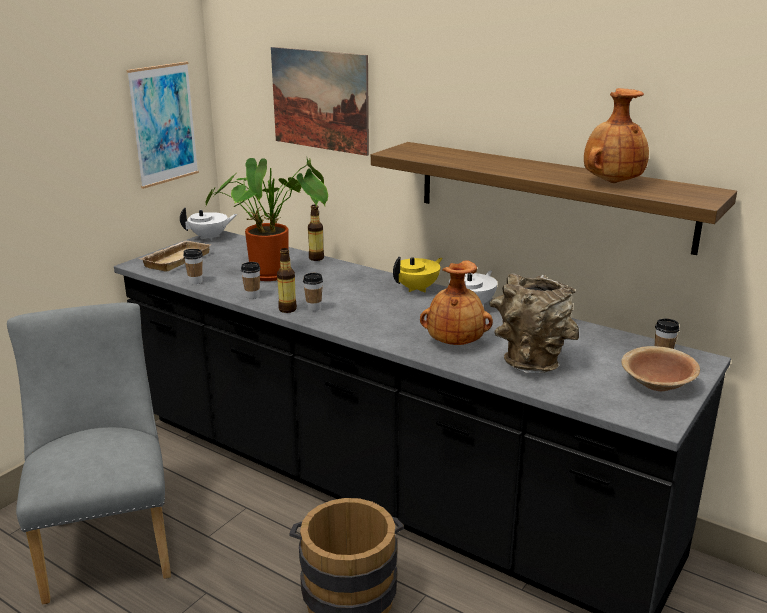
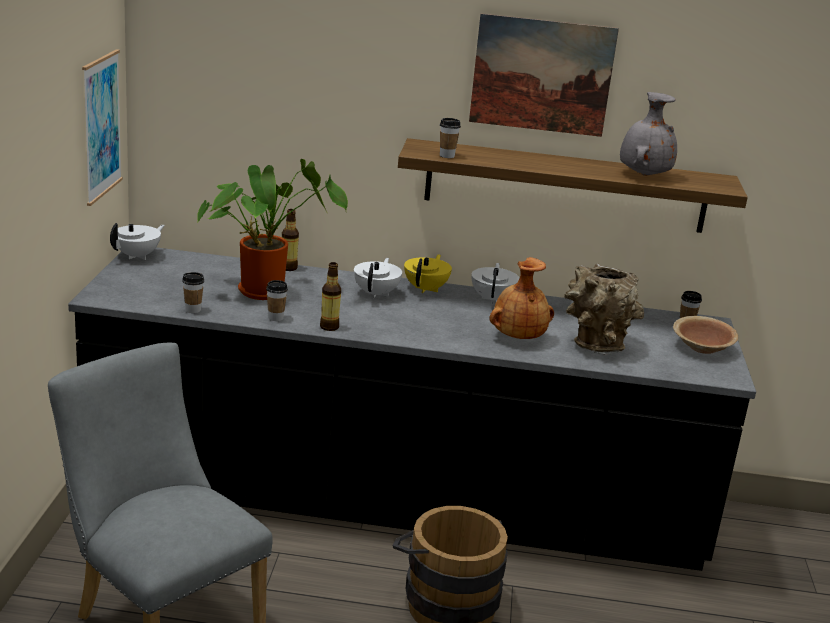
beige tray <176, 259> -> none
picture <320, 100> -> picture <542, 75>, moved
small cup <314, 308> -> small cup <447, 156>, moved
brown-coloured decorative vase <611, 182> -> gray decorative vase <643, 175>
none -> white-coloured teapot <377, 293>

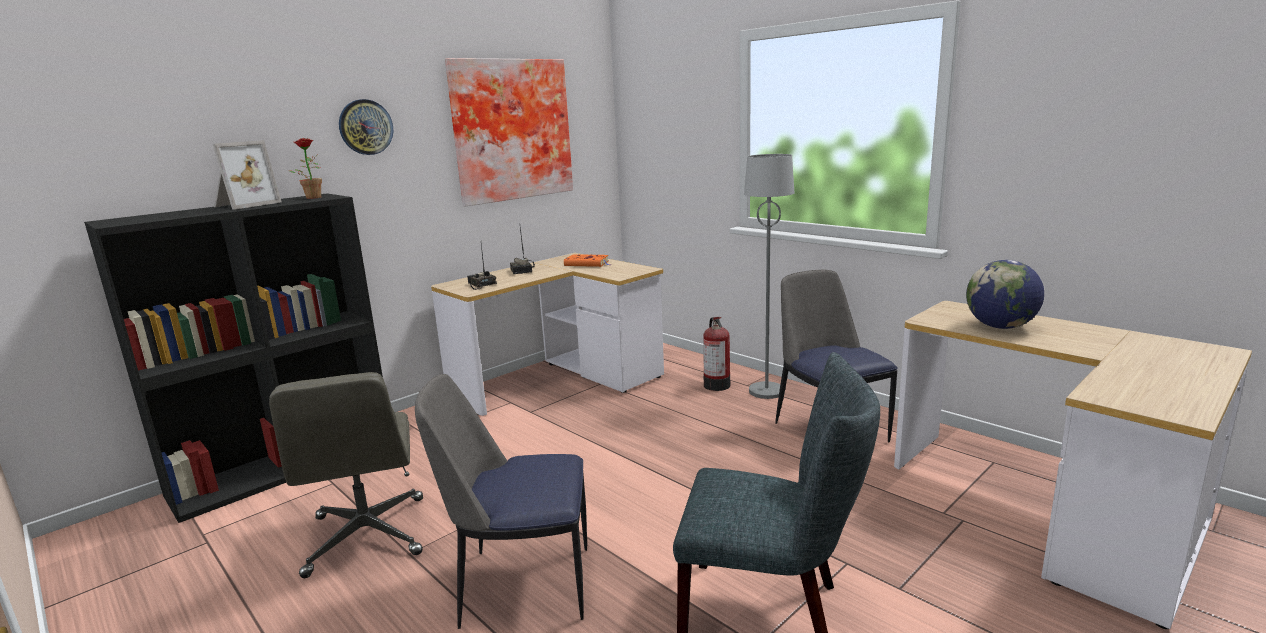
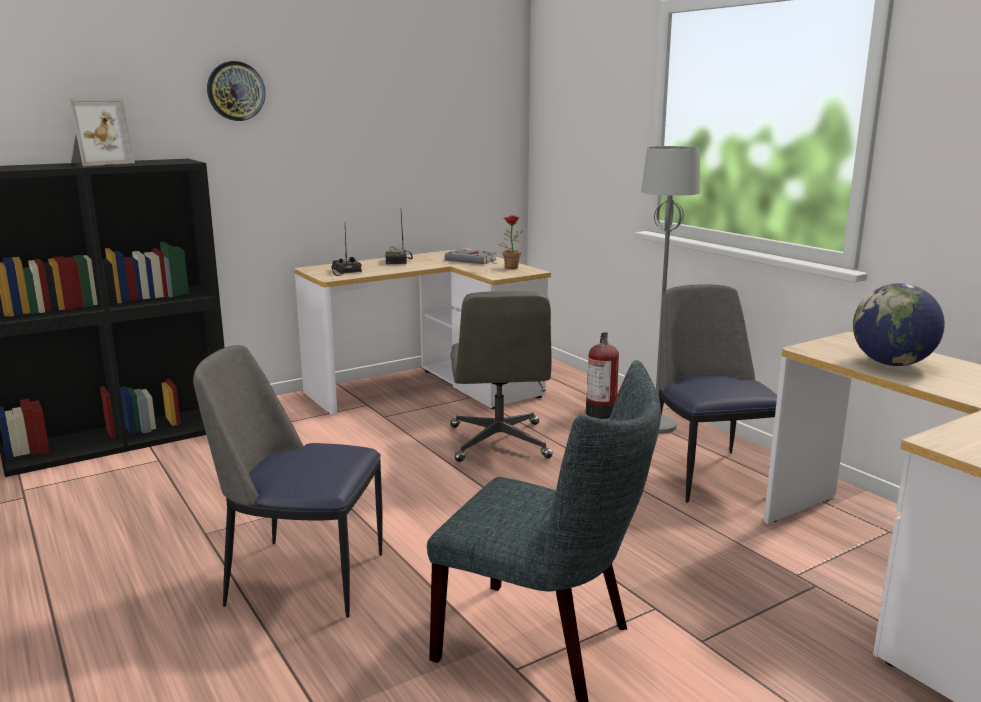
gray desk chair <367, 536> -> gray desk chair <499, 442>, moved
plant in a pot <312, 197> -> plant in a pot <510, 267>, moved
picture <510, 130> -> none
orange bound book <588, 264> -> gray bound book <472, 260>

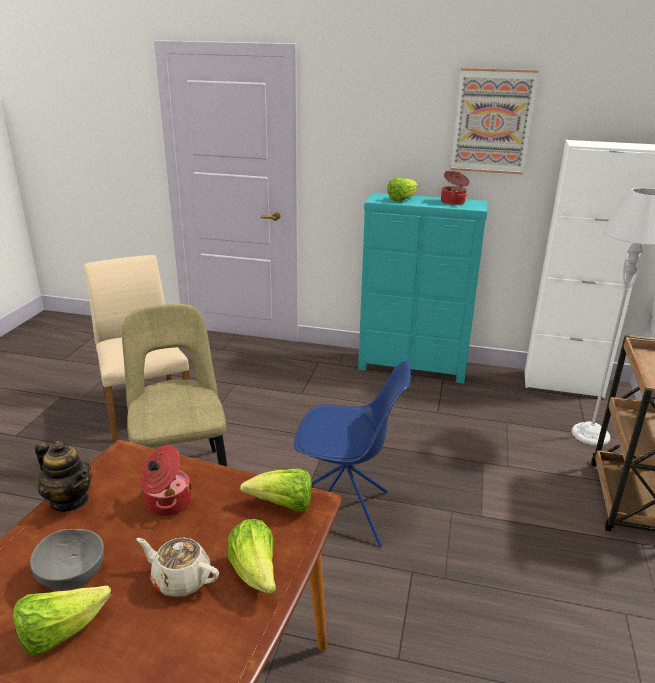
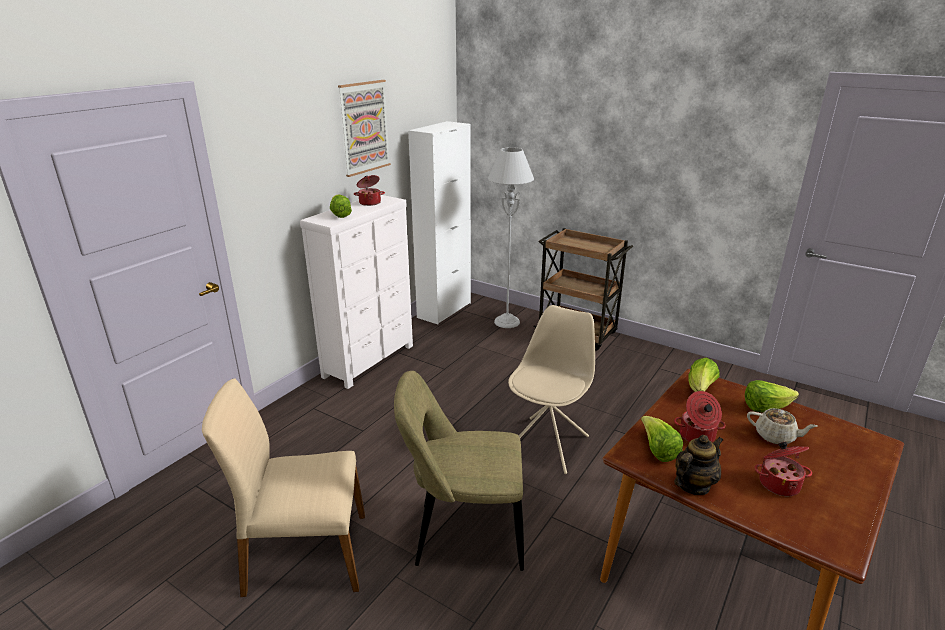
lettuce <61, 632> -> lettuce <658, 450>, moved
gray bowl <73, 574> -> saucepot <778, 483>
beige teapot <180, 579> -> beige teapot <775, 436>, 105 degrees counterclockwise
bluish chair <346, 514> -> beige chair <548, 444>
turquoise drawer chest <413, 368> -> white-coloured drawer chest <370, 361>

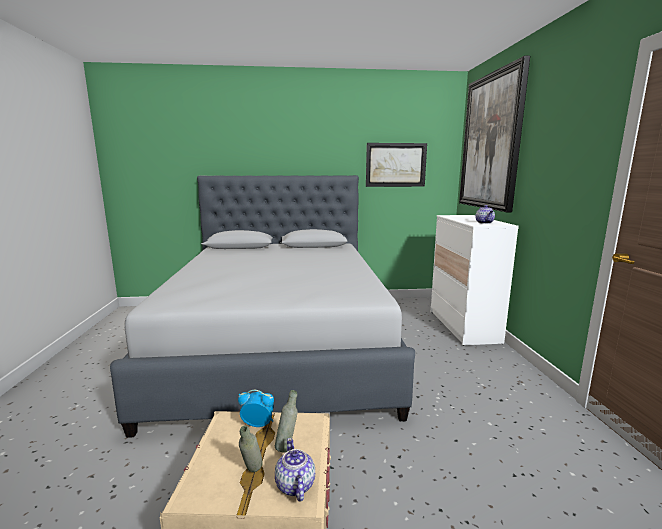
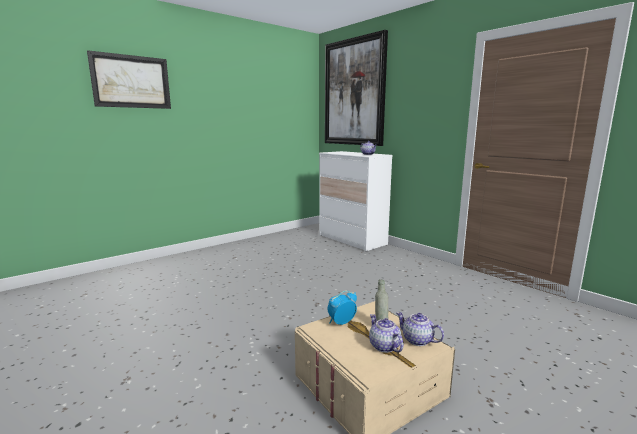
gray bedroom bed <279, 345> -> none
gray drink bottle <252, 473> -> teapot <384, 346>
picture <395, 165> -> picture <131, 82>, moved

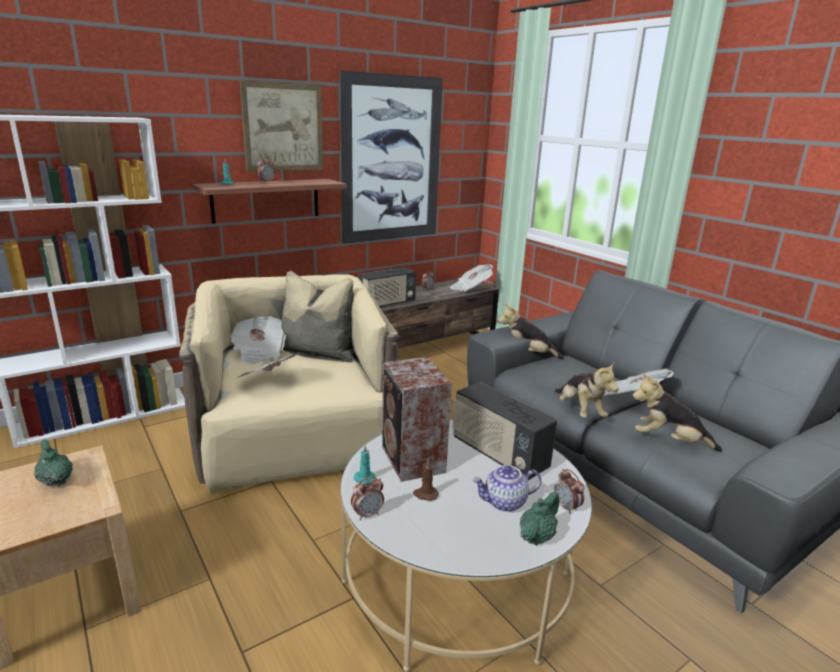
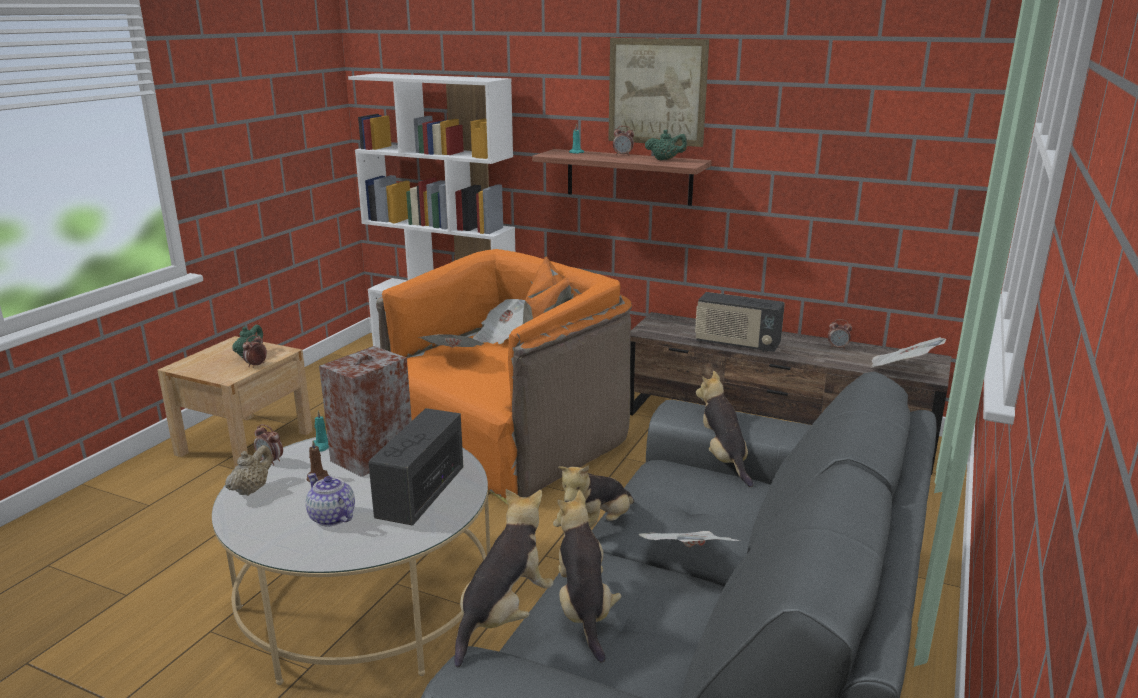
beige easy chair <296, 437> -> orange easy chair <507, 439>
picture <391, 160> -> none
green teapot <537, 537> -> green teapot <665, 160>, moved
bedside clock <566, 507> -> bedside clock <256, 365>, moved
none -> beige teapot <251, 489>
none -> soft toy <504, 615>

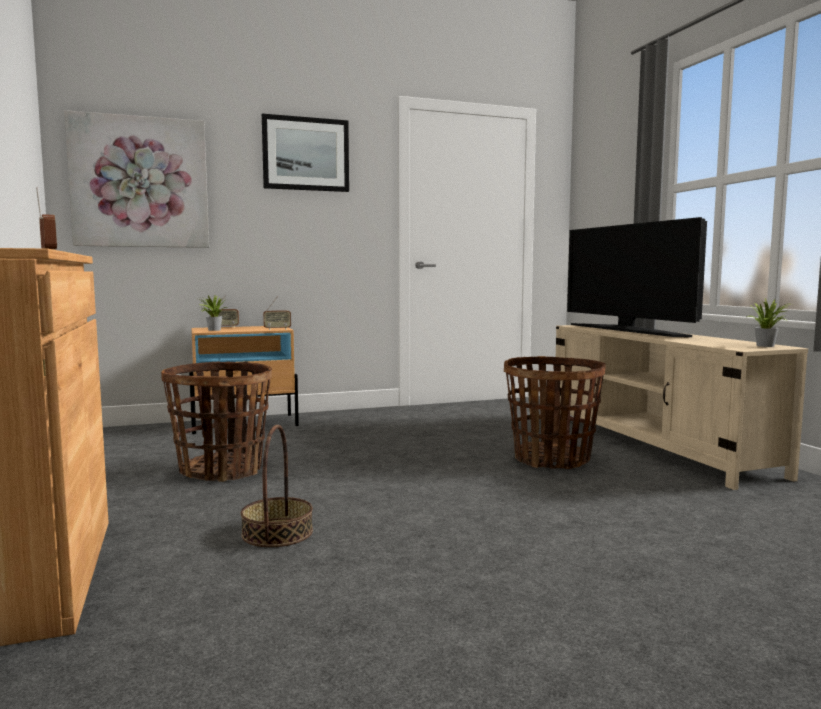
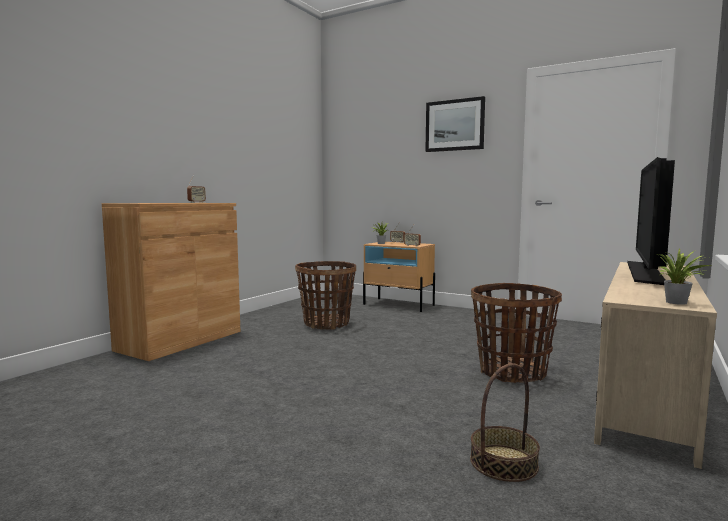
picture <140, 182> -> none
basket <277, 532> -> basket <503, 462>, moved

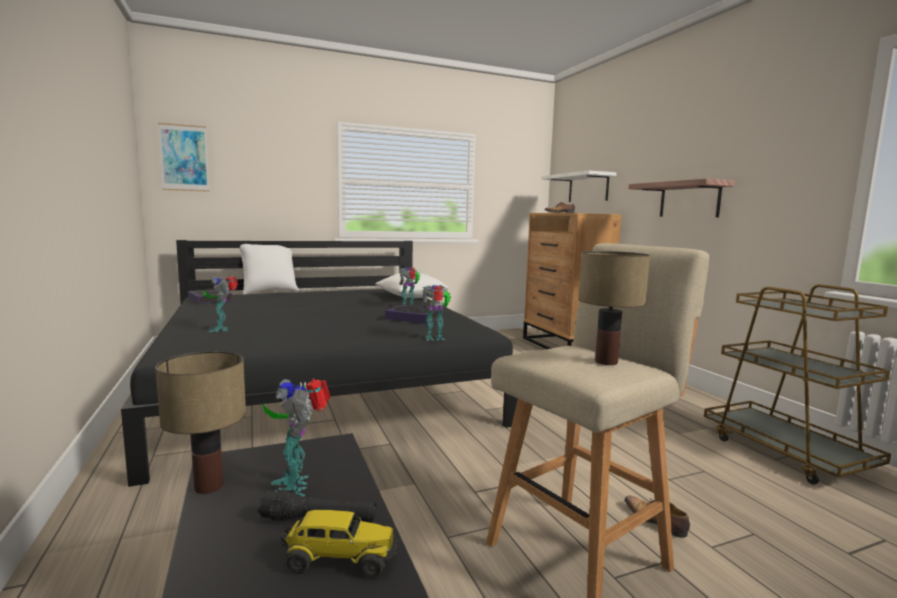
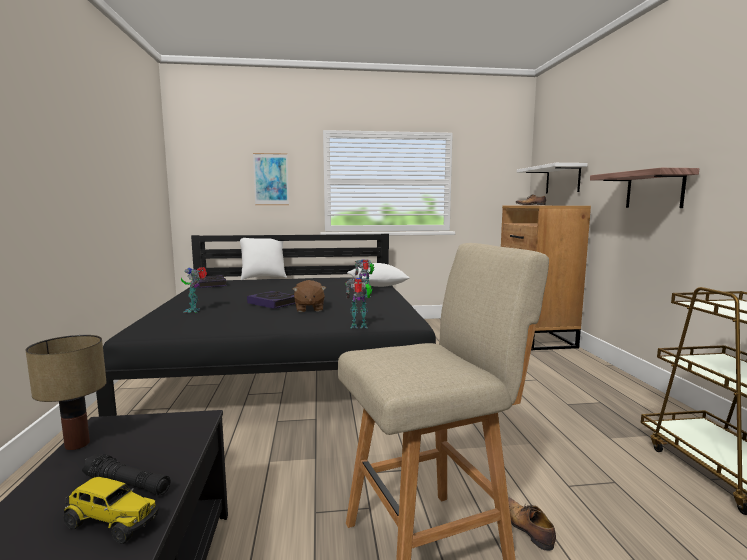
picture <184, 158> -> picture <271, 179>, moved
toy robot <295, 485> -> none
bound book <414, 318> -> bound book <273, 303>, moved
tabletop lamp <605, 362> -> none
none -> brown-coloured soft toy <309, 309>

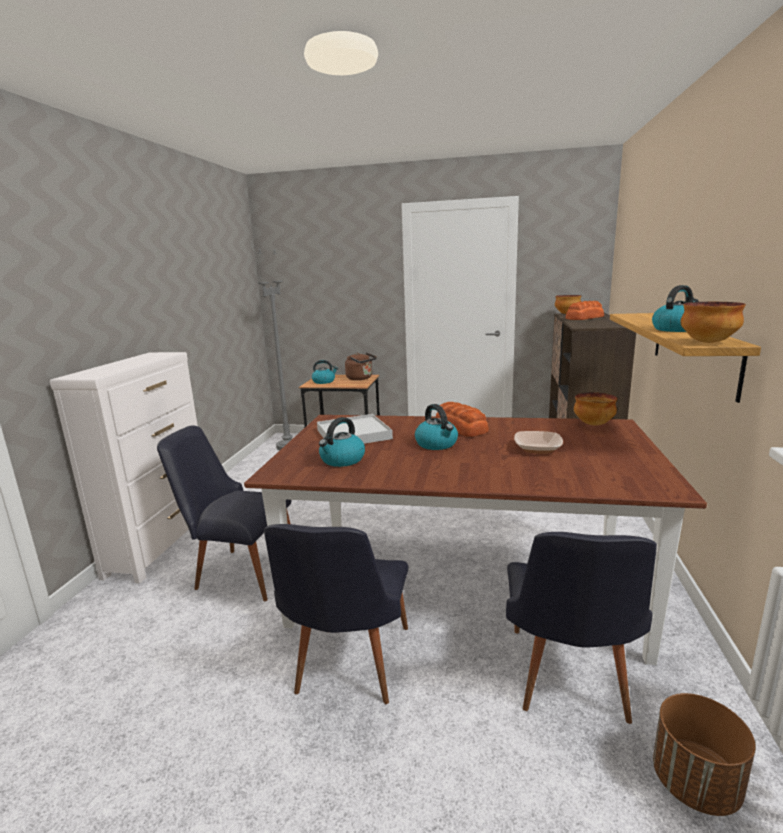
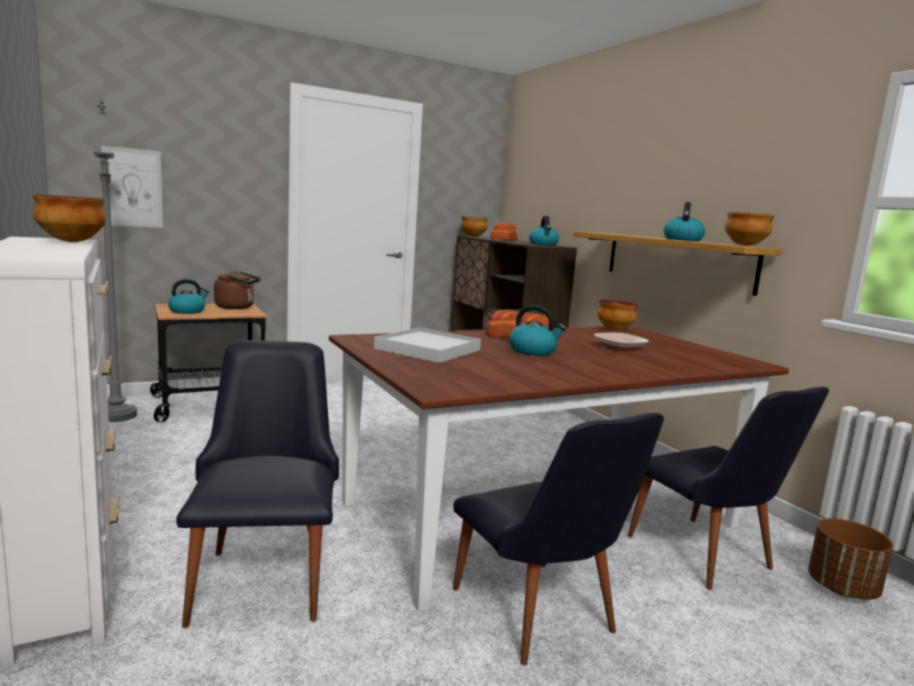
black-coloured chair <239, 571> -> black-coloured chair <265, 574>, 105 degrees clockwise
kettle <342, 460> -> kettle <543, 244>, moved
none -> bowl <72, 242>
none -> picture <132, 187>

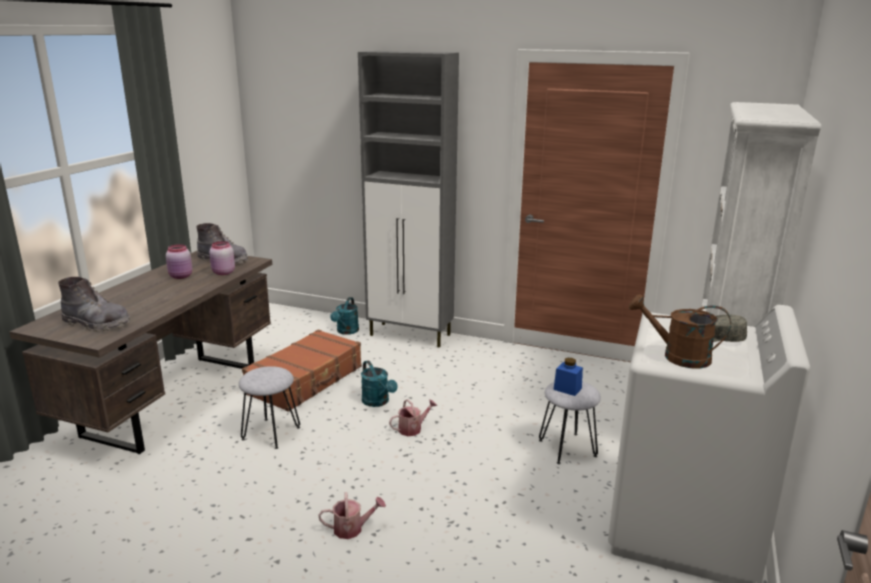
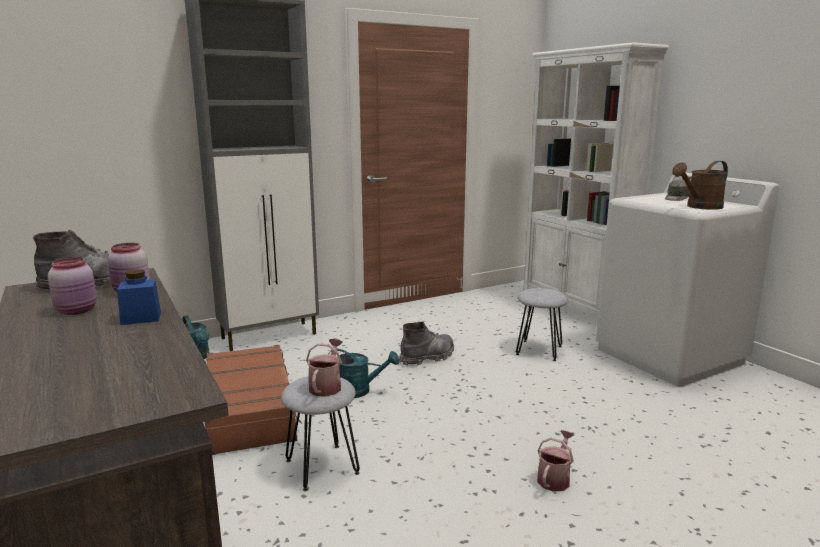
gray high-top boot <96, 324> -> gray high-top boot <428, 357>, moved
sprinkling can <413, 428> -> sprinkling can <326, 386>, moved
bluish storage jar <567, 389> -> bluish storage jar <141, 318>, moved

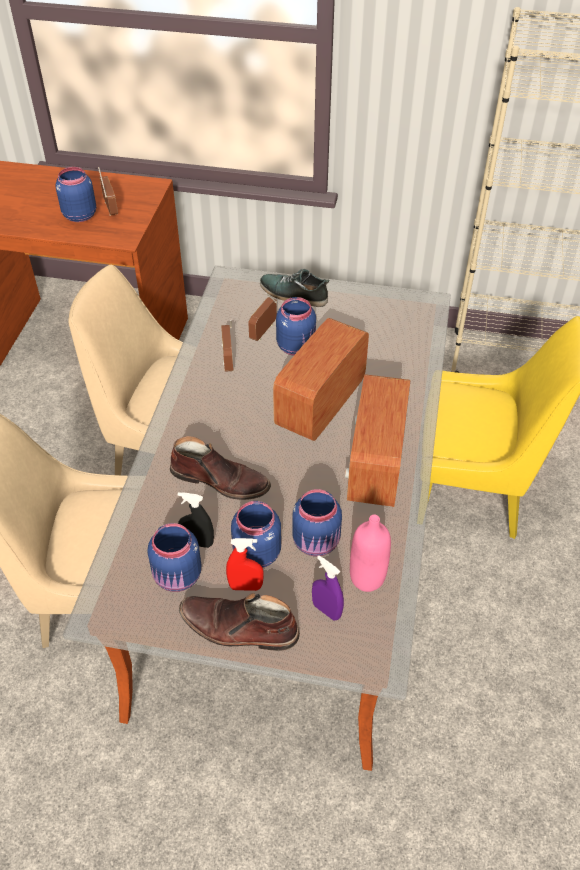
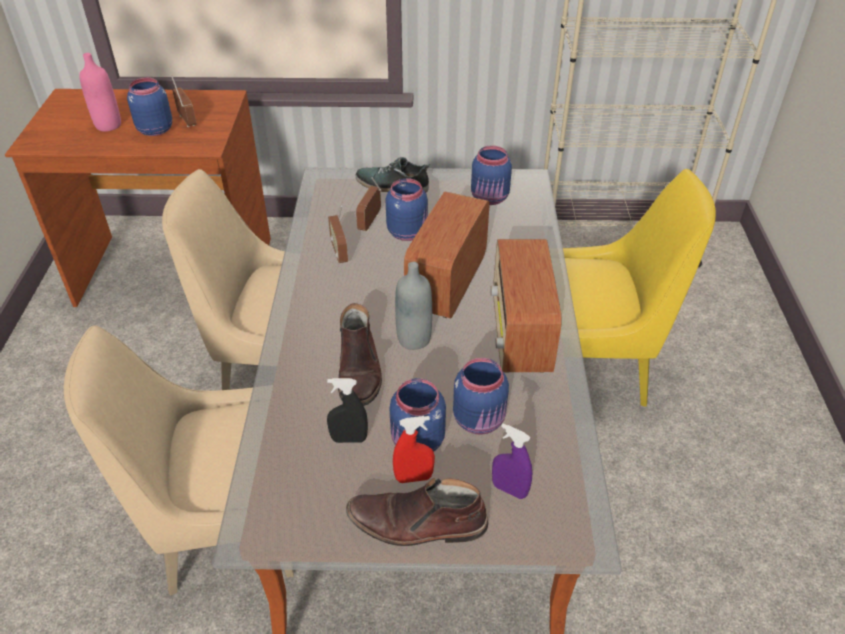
bluish storage jar <178, 577> -> bluish storage jar <490, 198>, moved
brown-coloured high-top boot <221, 480> -> brown-coloured high-top boot <359, 370>, 75 degrees clockwise
pink drink bottle <367, 578> -> pink drink bottle <108, 125>, moved
none -> gray drink bottle <414, 339>

